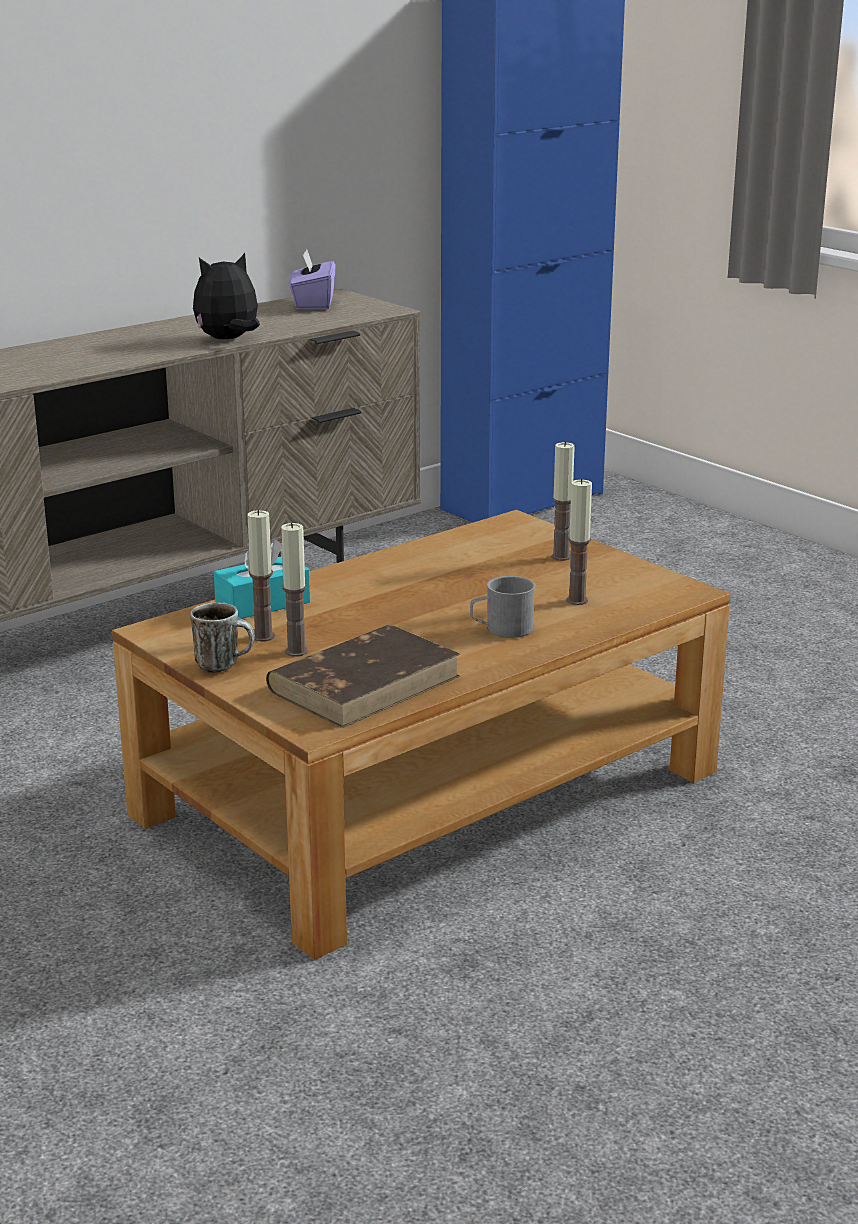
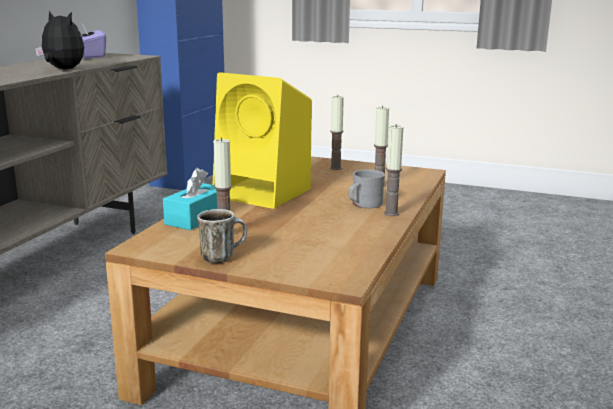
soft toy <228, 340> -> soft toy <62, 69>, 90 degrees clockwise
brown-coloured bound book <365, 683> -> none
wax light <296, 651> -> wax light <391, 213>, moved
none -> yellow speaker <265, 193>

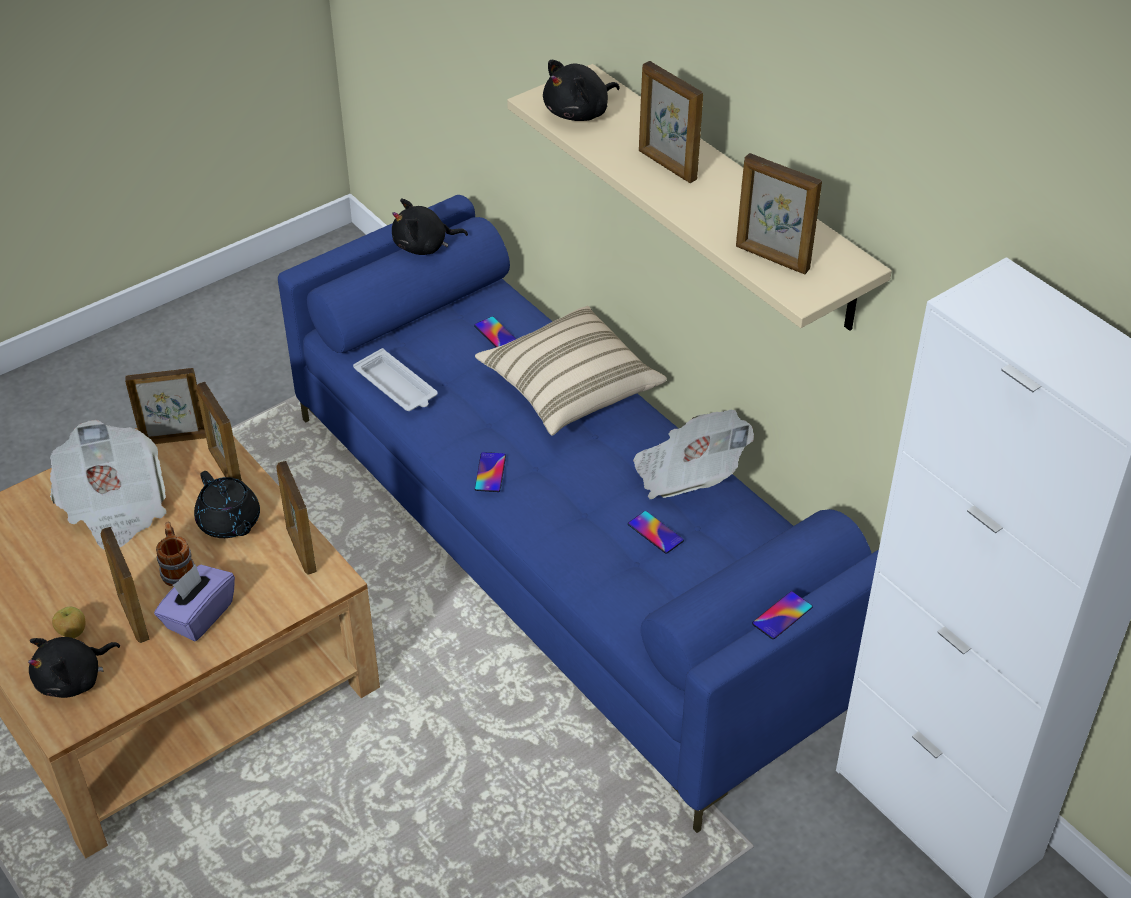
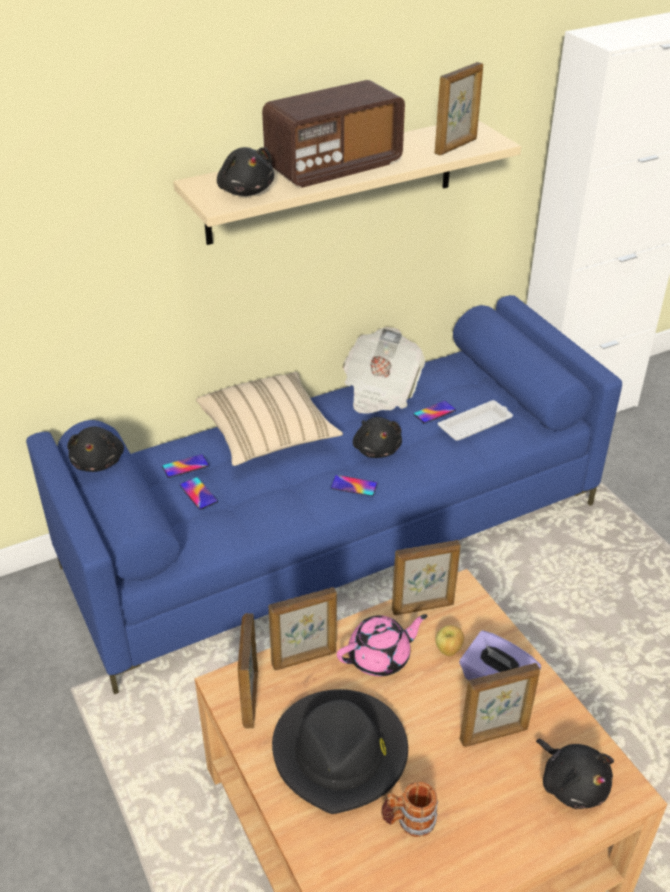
daily paper <114, 507> -> black-coloured clothing hat <341, 752>
apple fruit <72, 633> -> apple fruit <448, 650>, moved
coffee mug <177, 568> -> coffee mug <408, 821>, moved
black-coloured teapot <229, 522> -> pink teapot <380, 657>
white-coloured tray <397, 387> -> white-coloured tray <476, 424>, moved
photo frame <666, 165> -> radio <333, 167>
telephone <782, 615> -> telephone <198, 493>, moved
none -> black-coloured soft toy <376, 449>

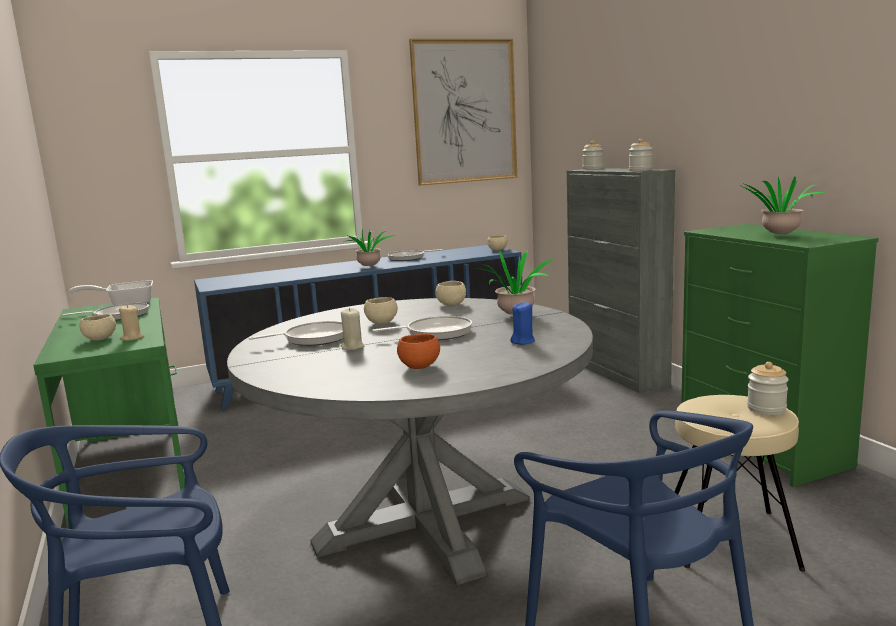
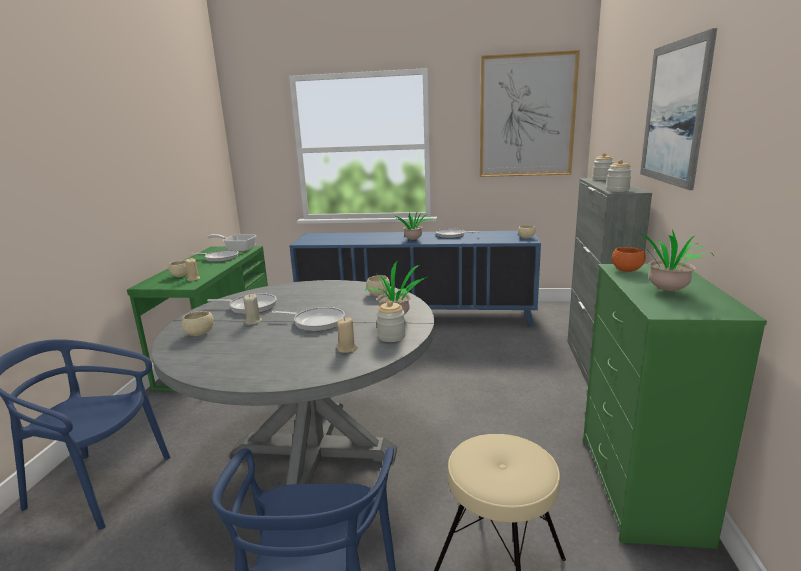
beige bowl <382, 322> -> beige bowl <200, 333>, moved
orange bowl <420, 366> -> orange bowl <627, 270>, moved
bluish wax light <523, 341> -> beige wax light <347, 348>
storage jar <766, 409> -> storage jar <391, 336>, moved
none -> picture <674, 113>

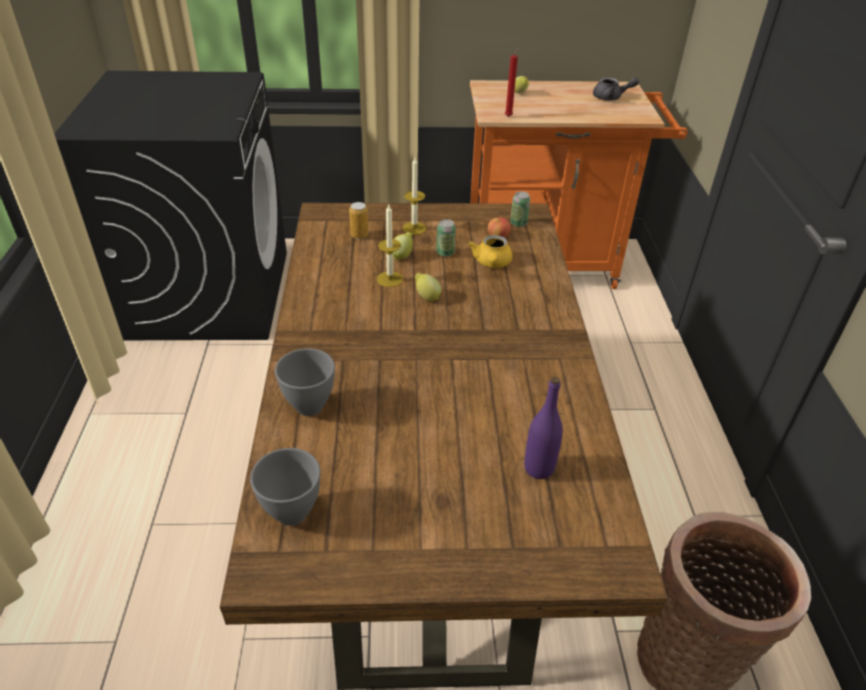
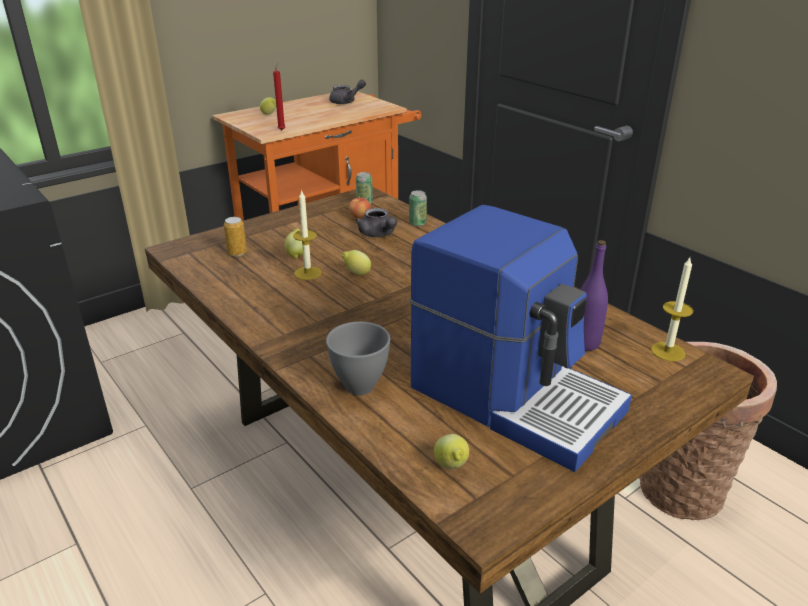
gray bowl <292, 515> -> whole lemon <451, 467>
wax light <414, 228> -> wax light <668, 351>, moved
can <445, 252> -> can <417, 223>, moved
yellow teapot <491, 263> -> gray teapot <378, 235>
none -> coffee machine <515, 397>

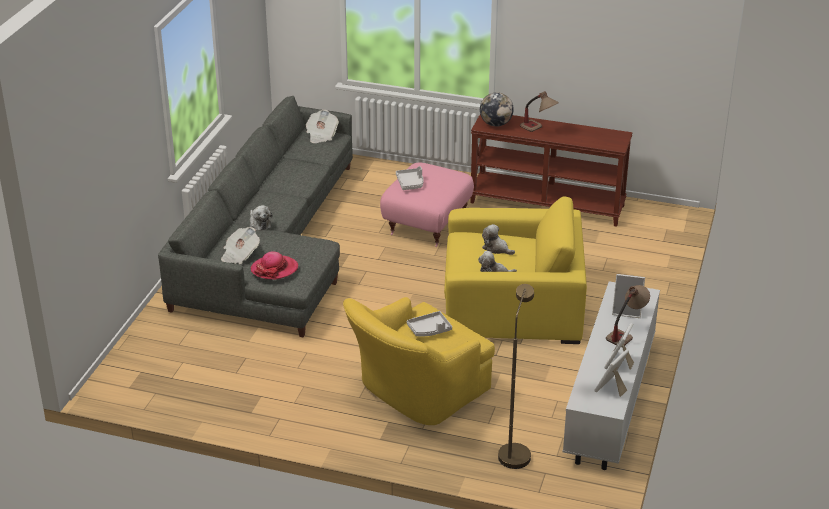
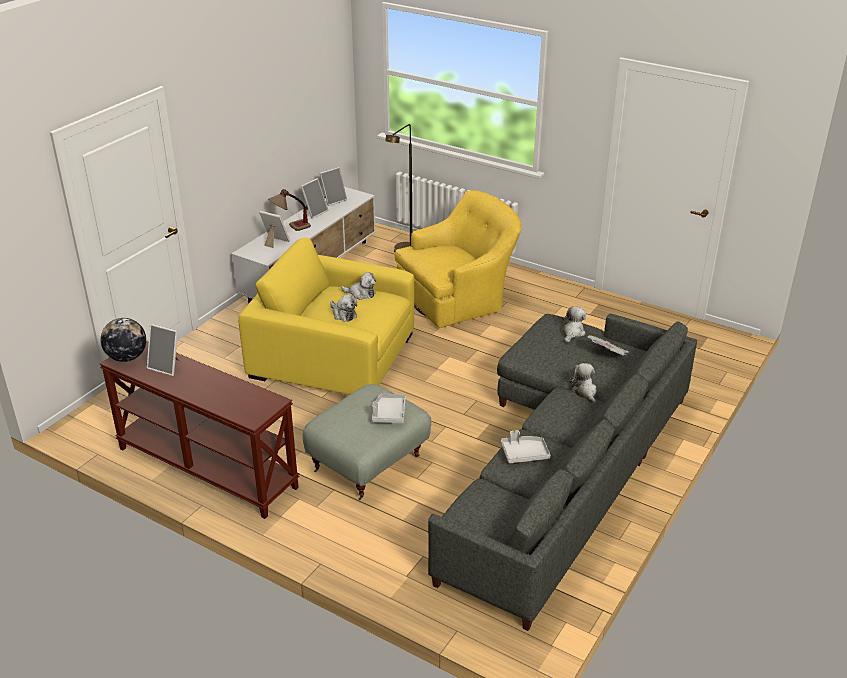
clothing hat <274, 269> -> soft toy <572, 333>
daily paper <321, 135> -> none
pink footrest <426, 223> -> gray footrest <369, 465>
gray tray <429, 329> -> gray tray <524, 454>, moved
desk globe <496, 124> -> desk globe <127, 357>, moved
tabletop lamp <539, 130> -> none
none -> photo frame <166, 367>

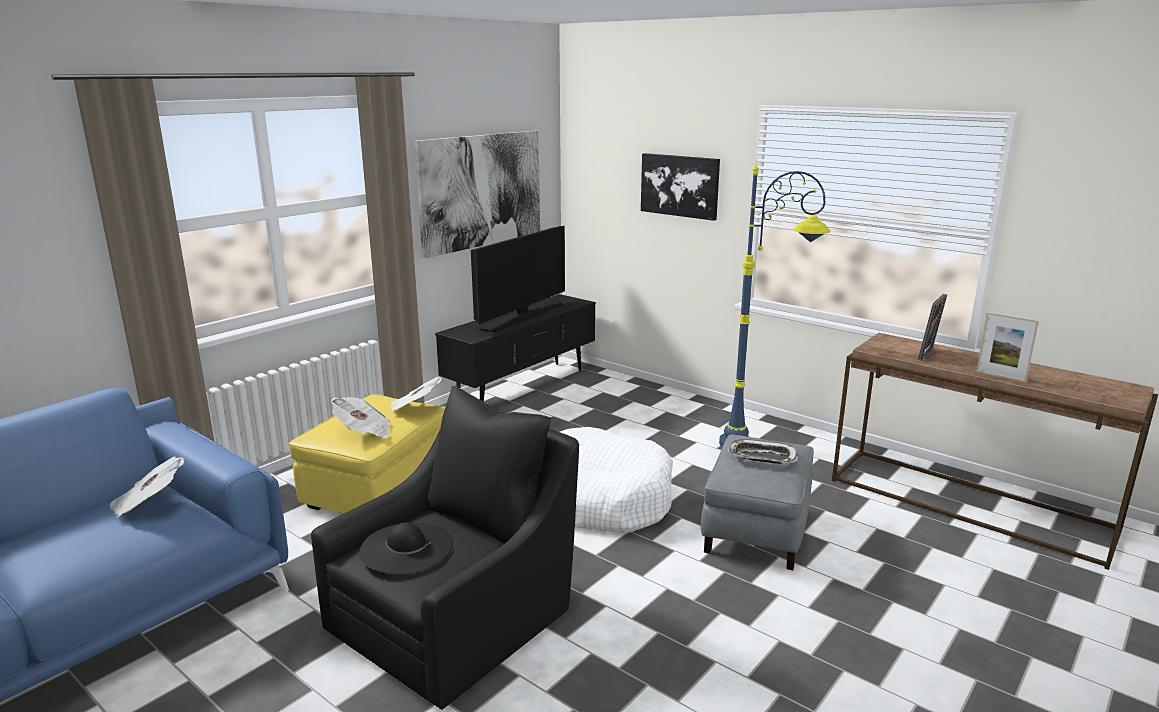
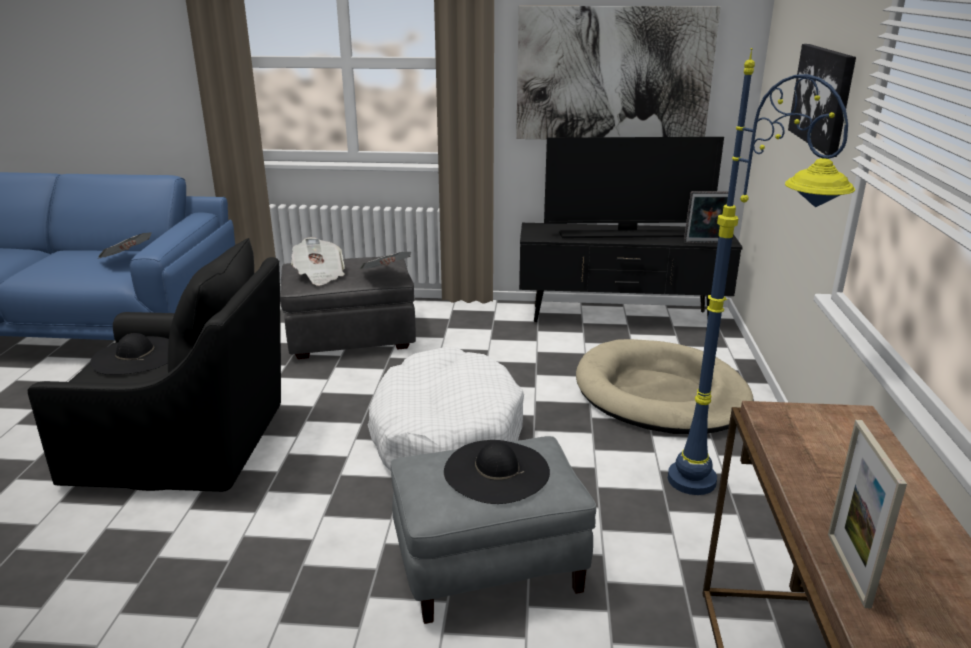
yellow footrest <377, 489> -> gray footrest <351, 337>
tray <761, 457> -> black-coloured clothing hat <496, 471>
photo frame <928, 354> -> photo frame <704, 243>, moved
none -> beige pet bed <660, 394>

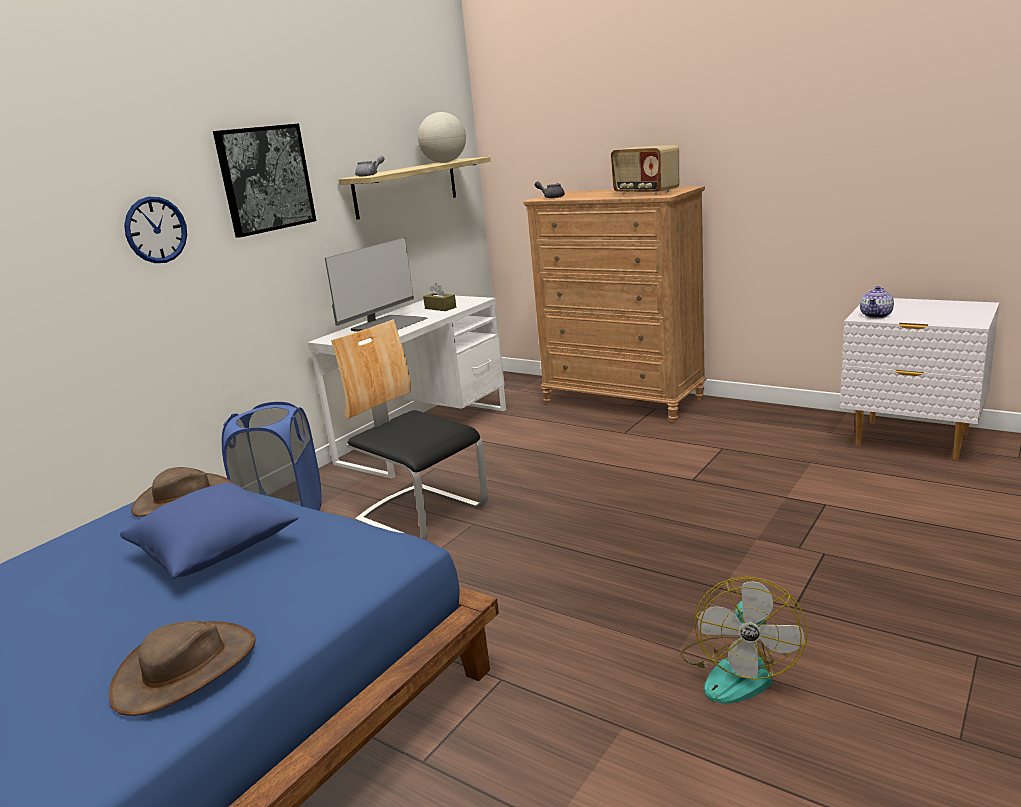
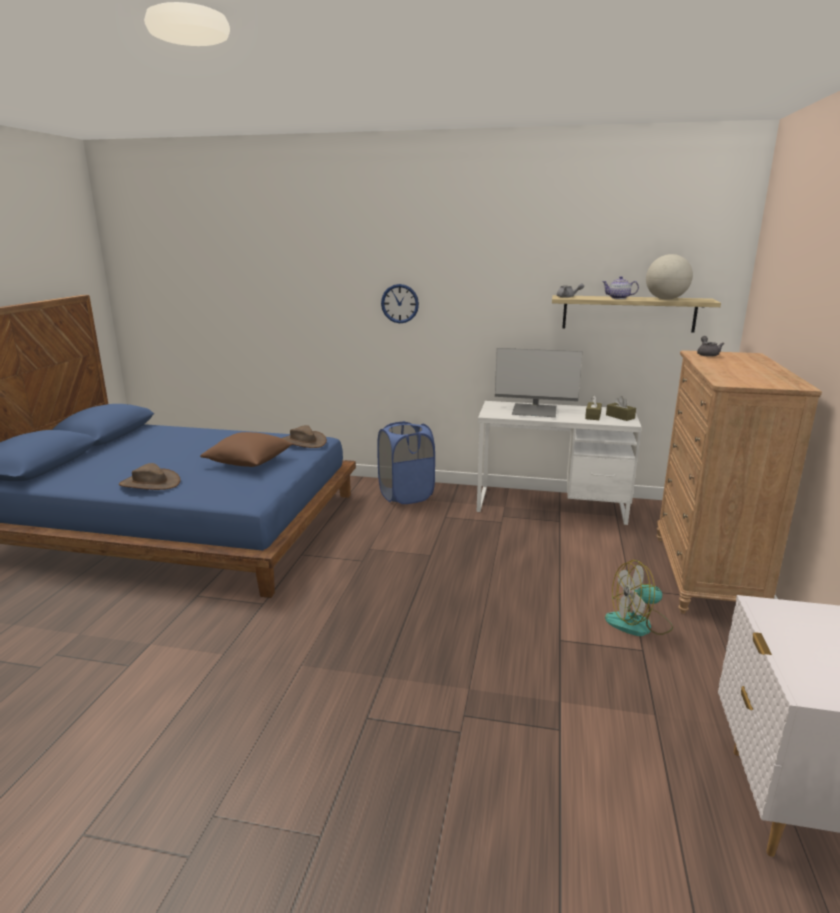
bluish cushion <215, 551> -> brown-coloured cushion <249, 463>
picture <265, 179> -> none
chair <422, 514> -> none
radio <645, 193> -> none
electric fan <738, 670> -> electric fan <639, 624>, moved
teapot <876, 315> -> teapot <619, 298>, moved
none -> brown-coloured tissue box <620, 417>

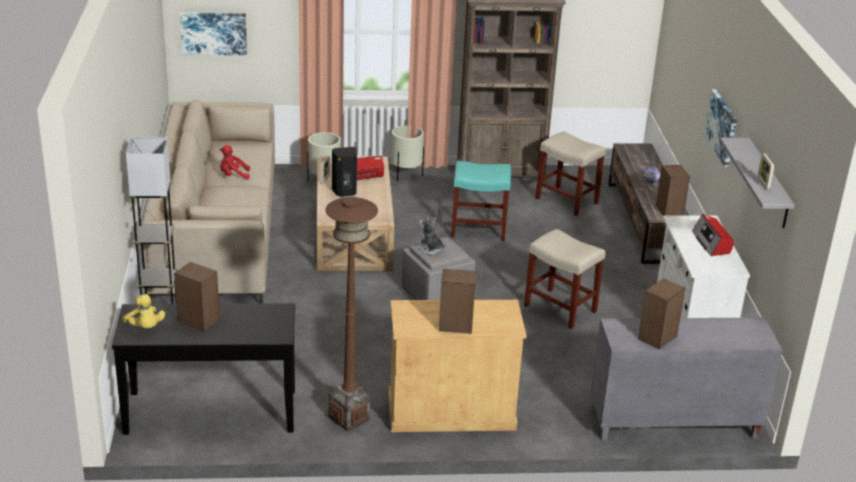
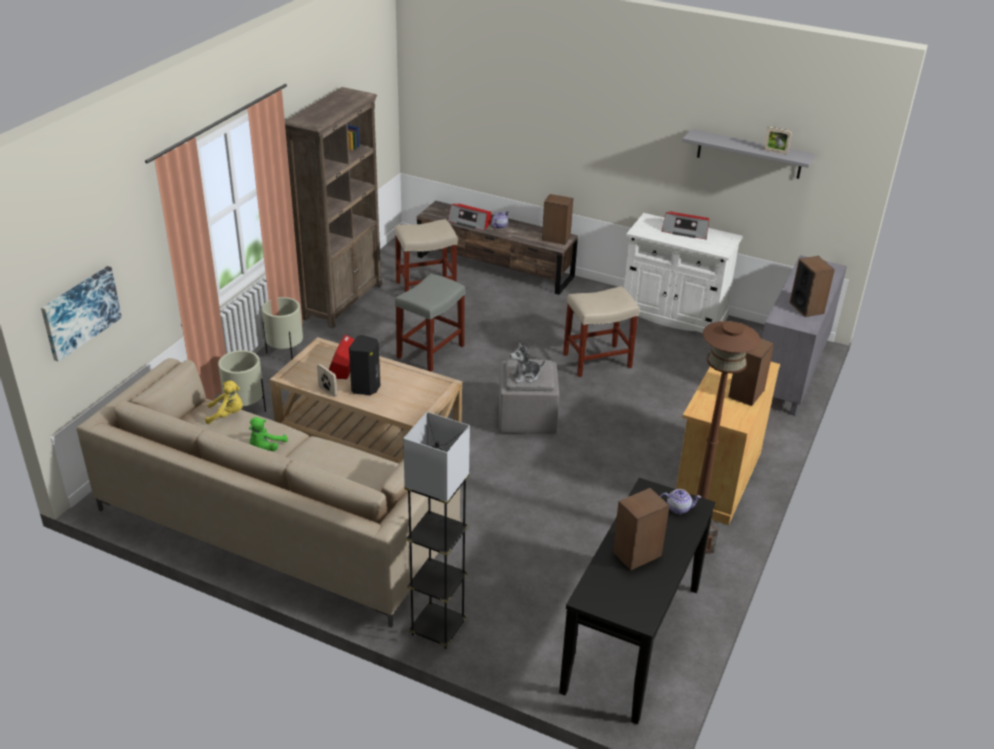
yellow soft toy <145, 327> -> yellow soft toy <227, 415>, moved
reddish soft toy <233, 176> -> green soft toy <265, 448>
turquoise sitting stool <479, 229> -> gray sitting stool <431, 351>
picture <722, 127> -> none
none -> radio <470, 222>
none -> teapot <678, 508>

